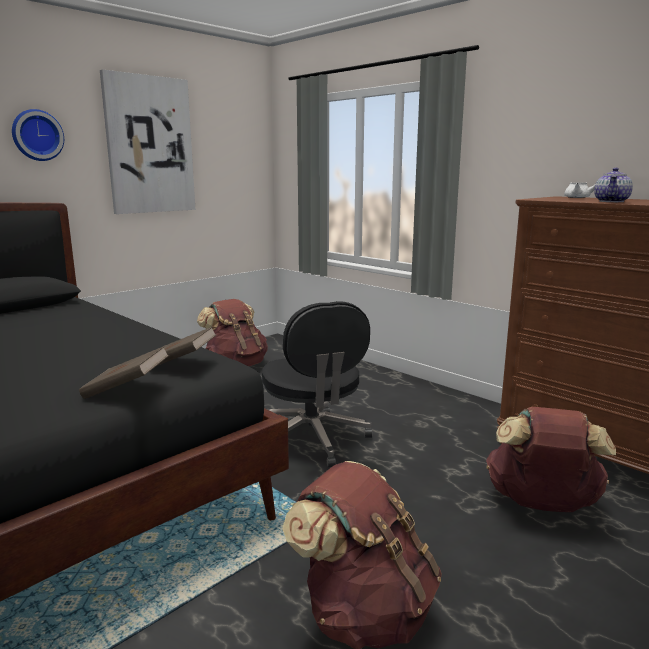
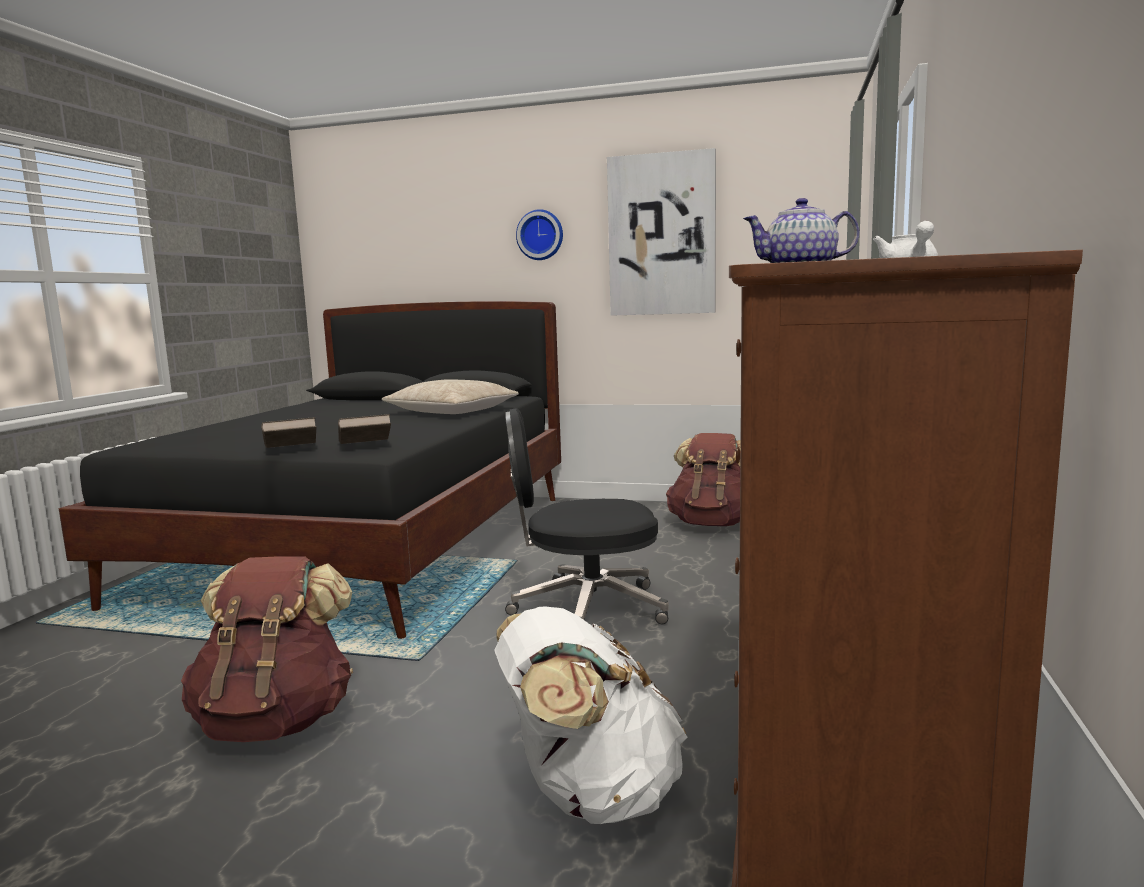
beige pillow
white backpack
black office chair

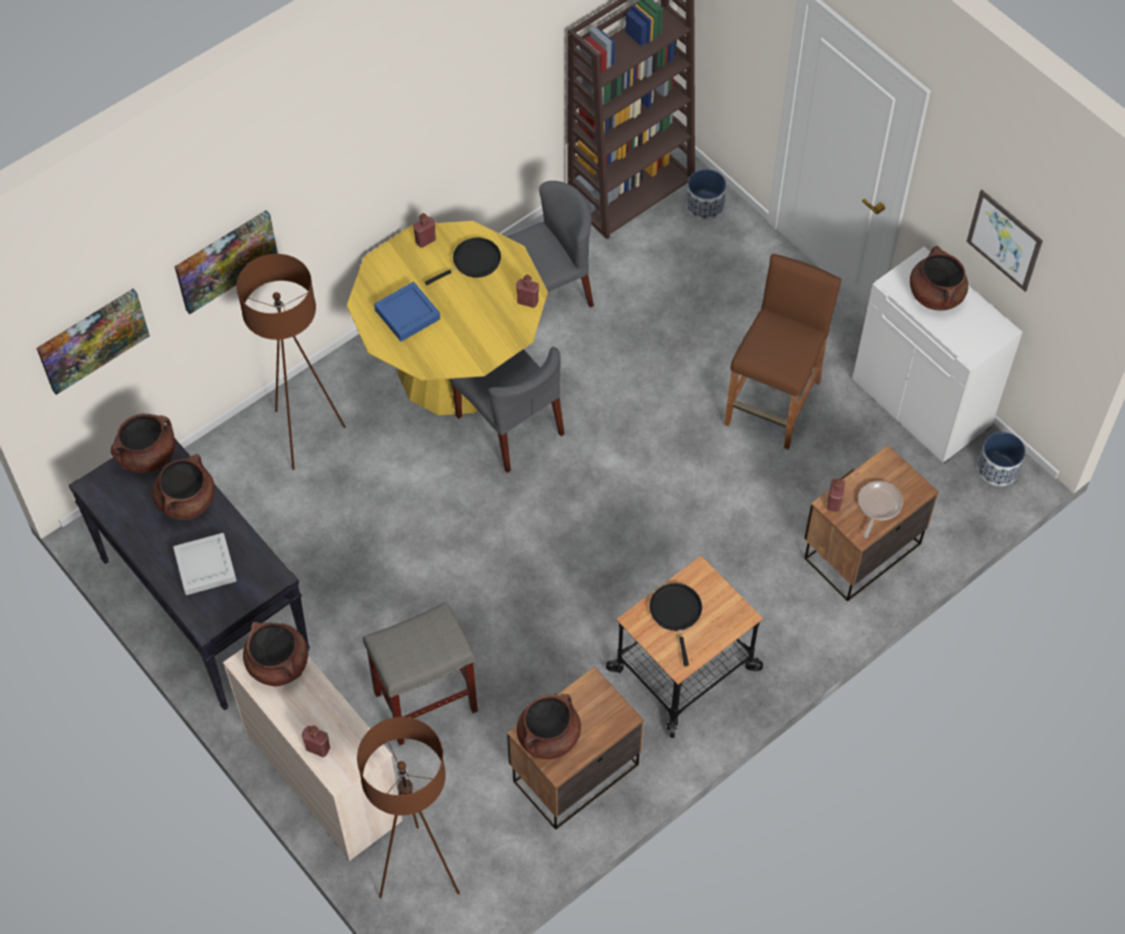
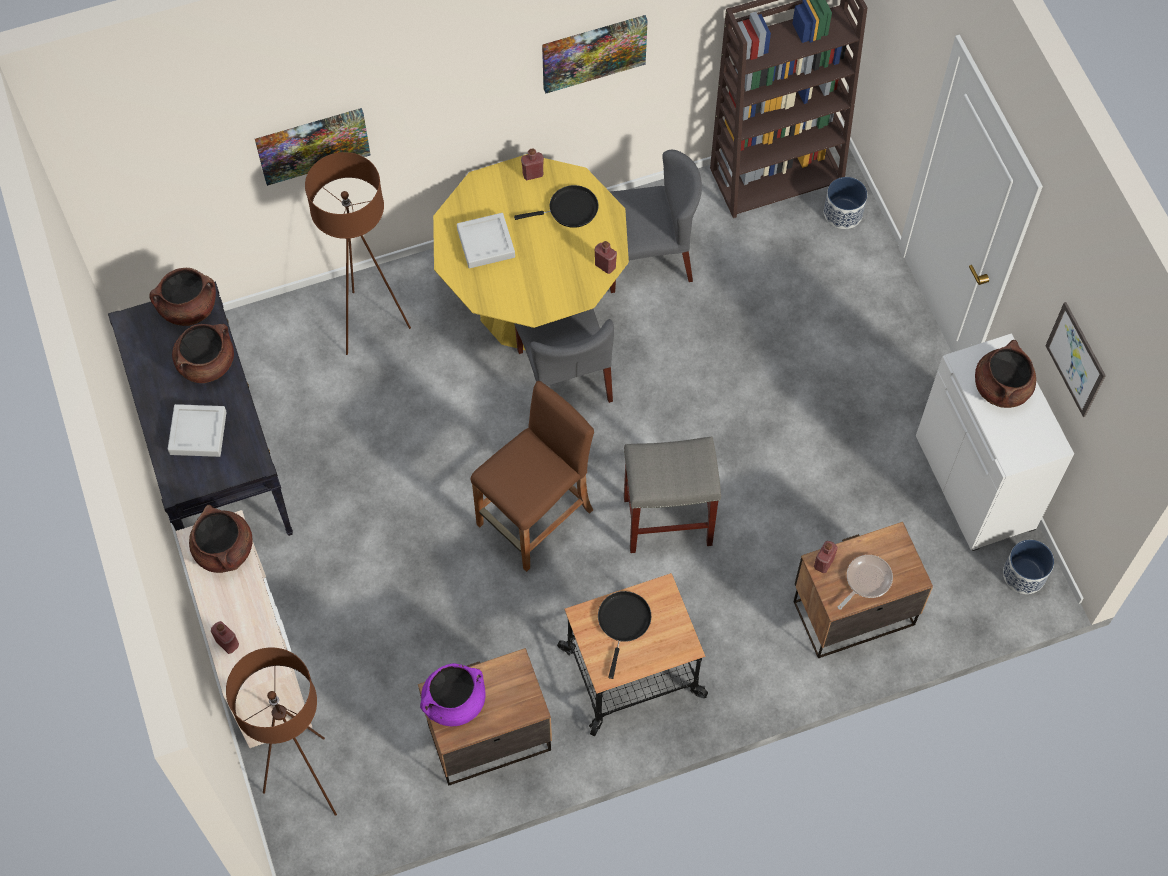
purple cooking pot
grey tray (2nd from left)
brown stool
picture (2nd from left)
grey stool

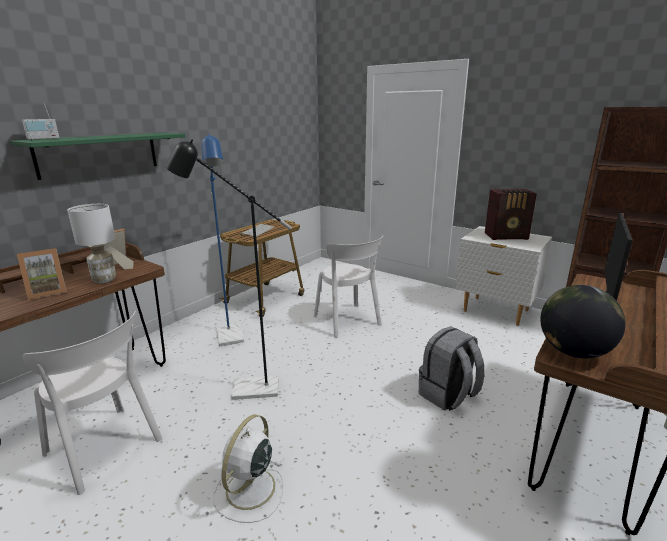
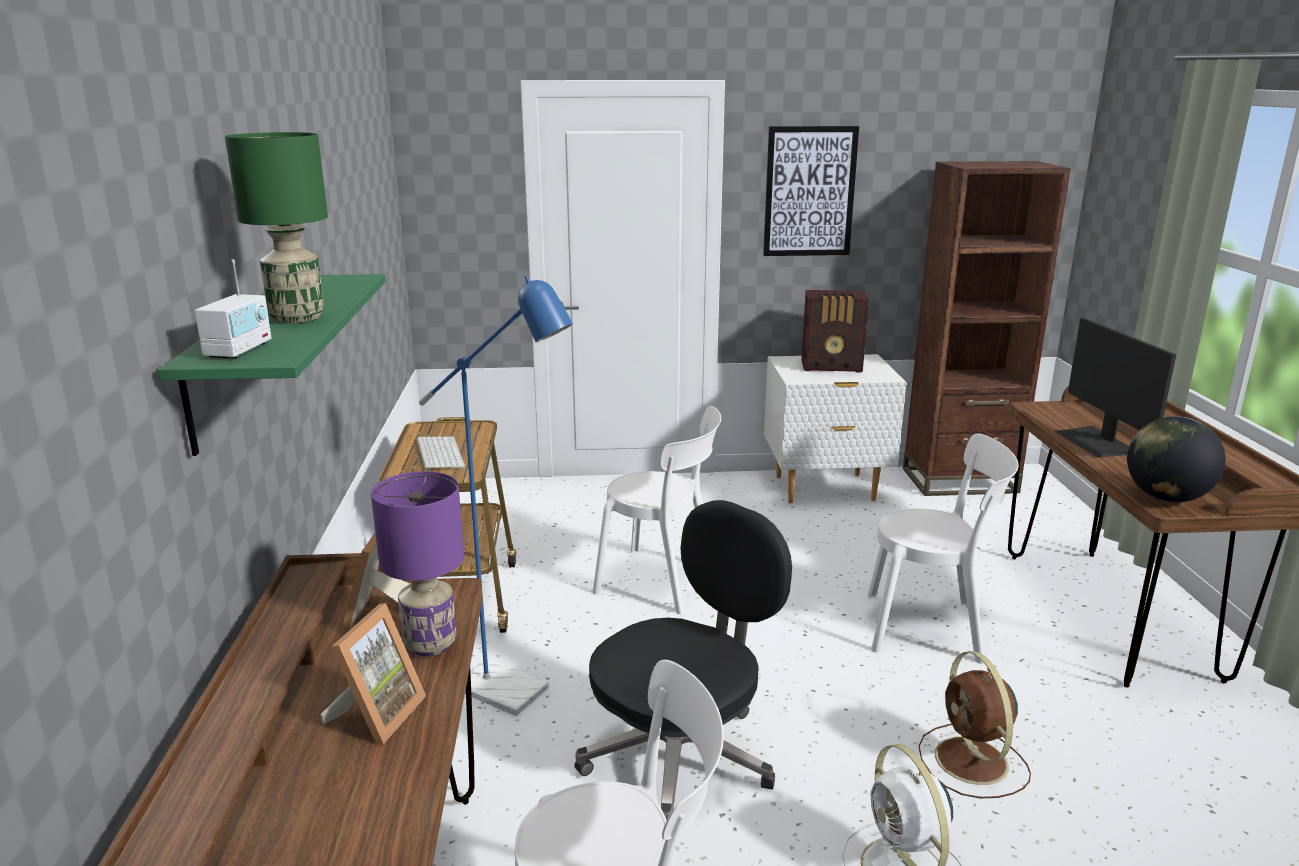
green table lamp
purple table lamp
black office chair
picture
radio (2nd from left)
white chair (3rd from left)
brown fan

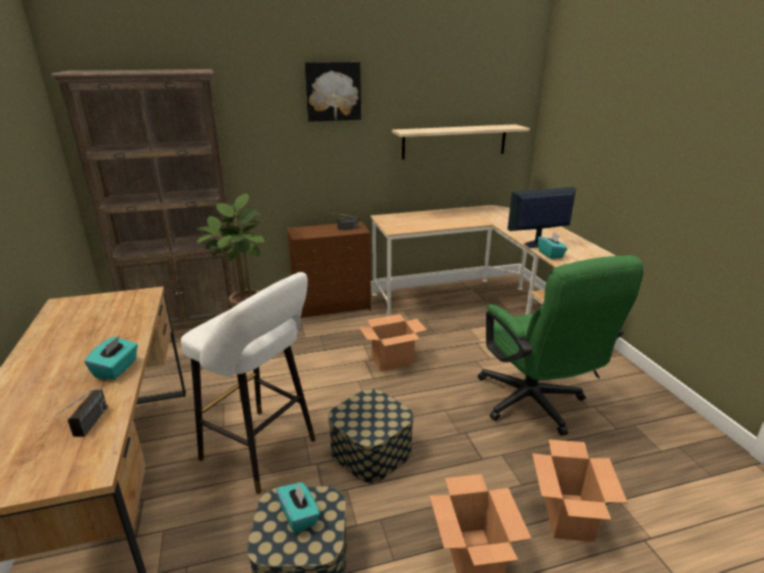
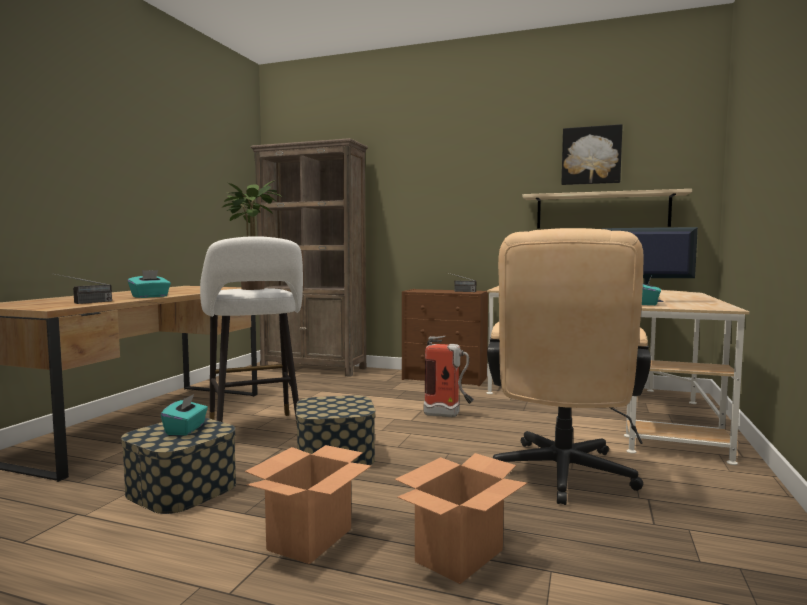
fire extinguisher
beige office chair
picture

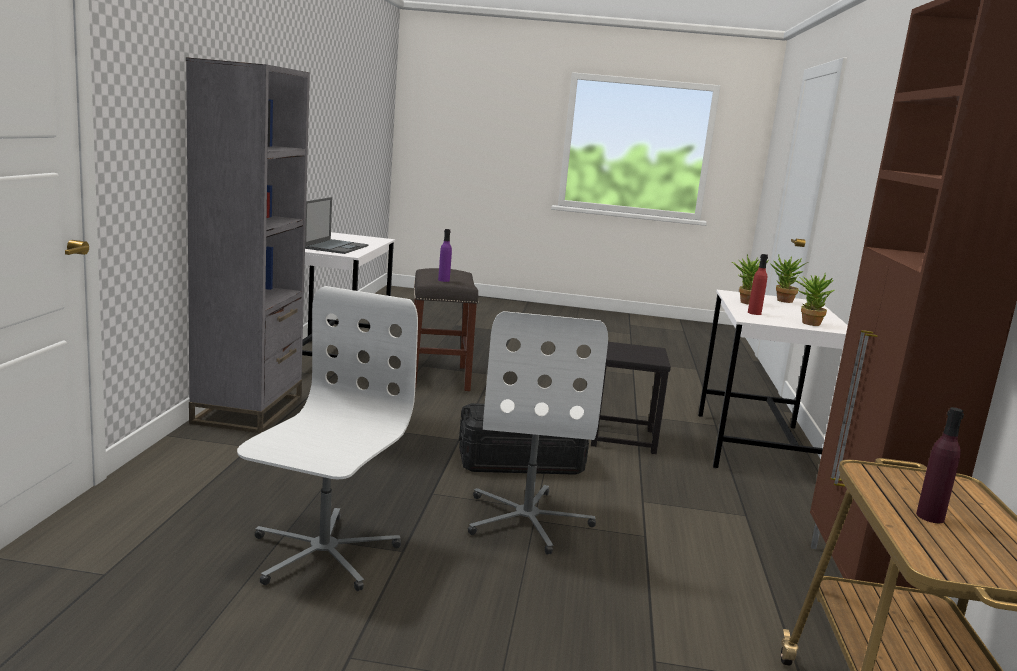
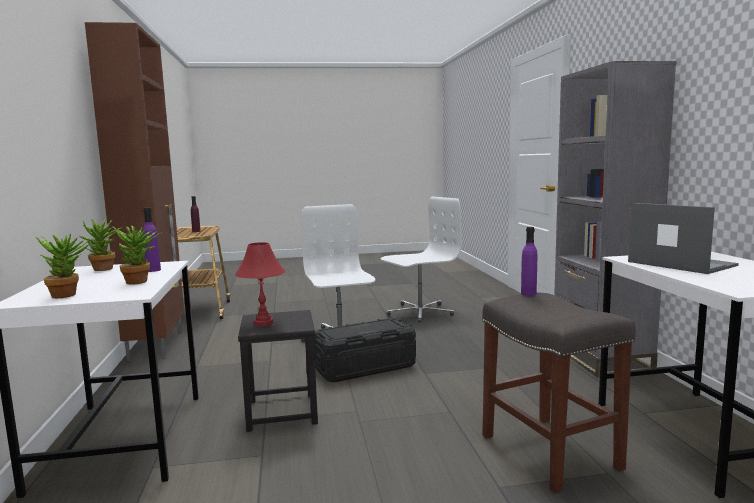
purple bottle (1st from left)
red table lamp
white office chair (2nd from left)
laptop

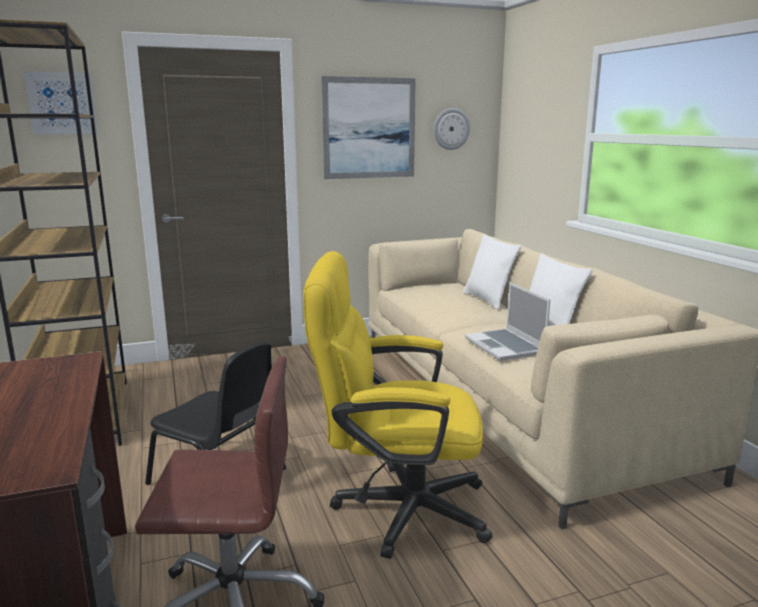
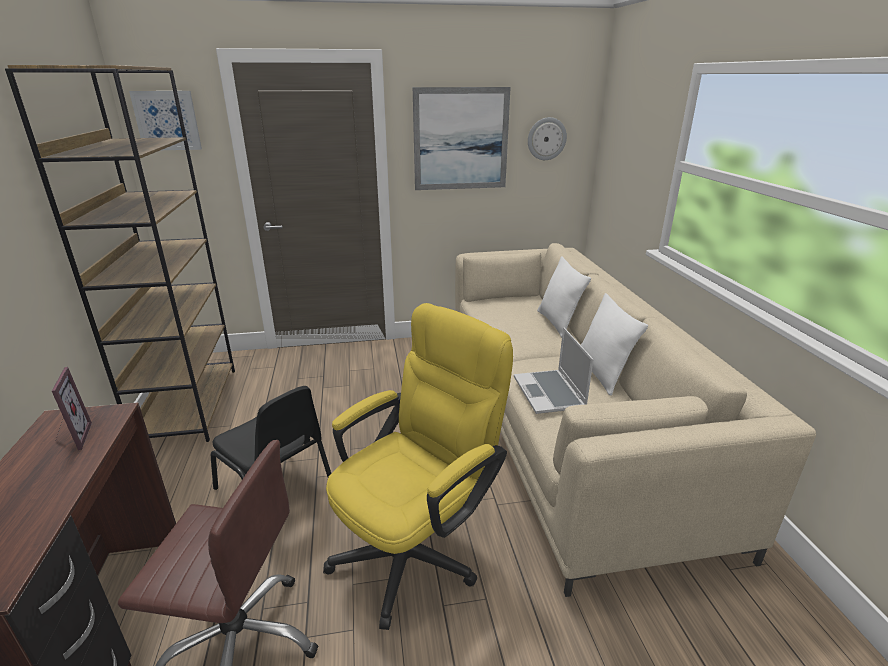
picture frame
yellow office chair

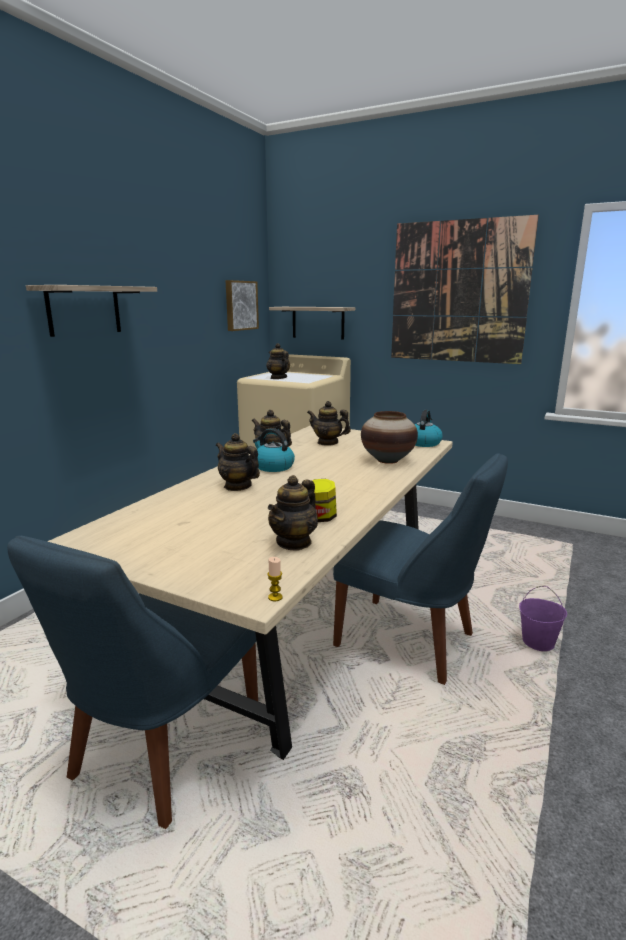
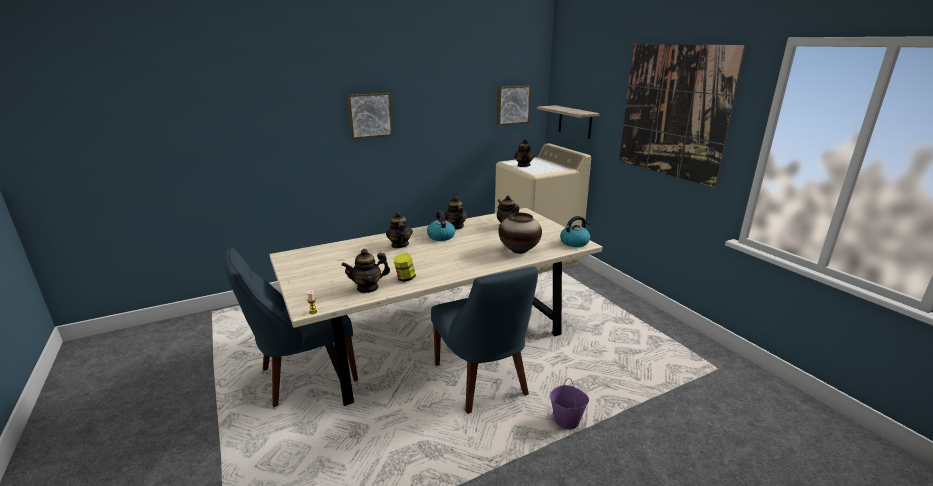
picture (1st from left)

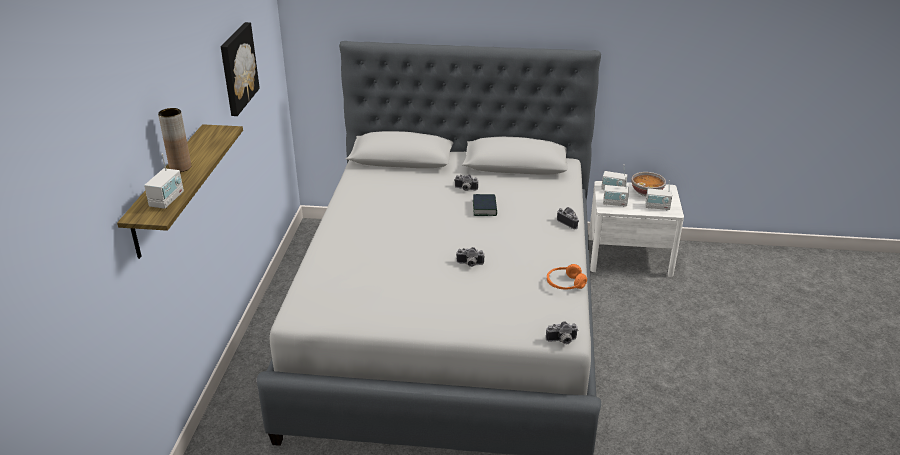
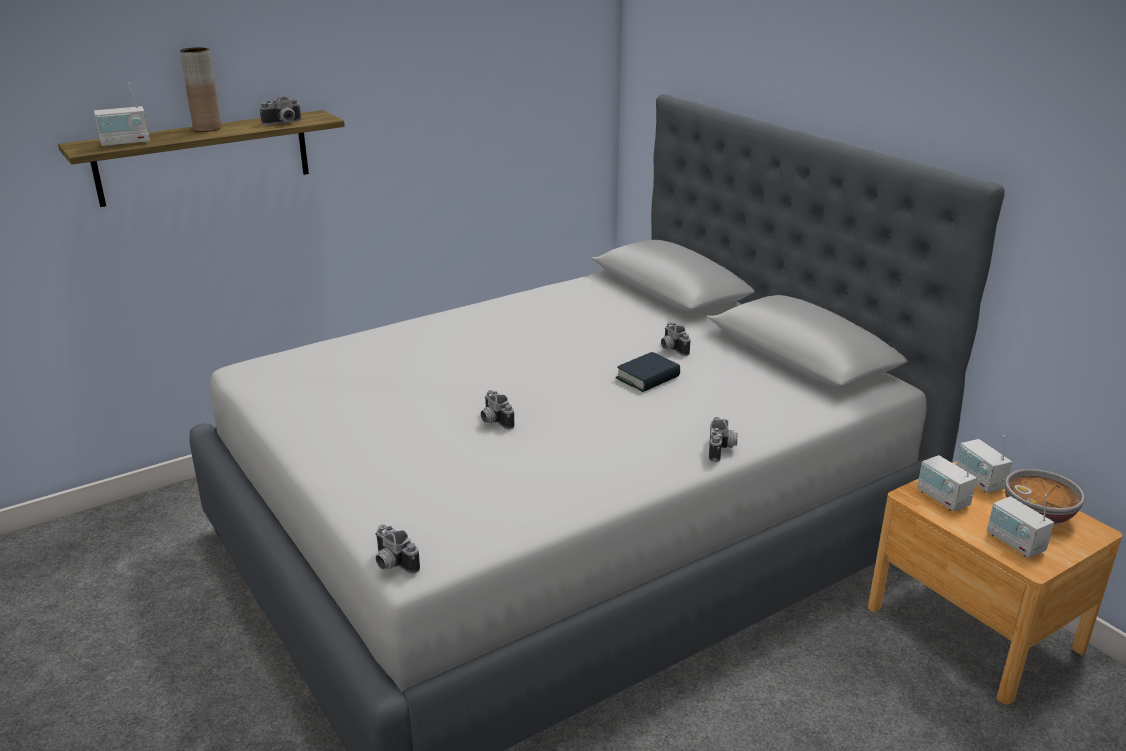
photo camera (1st from left)
brown nightstand
picture
orange headphones

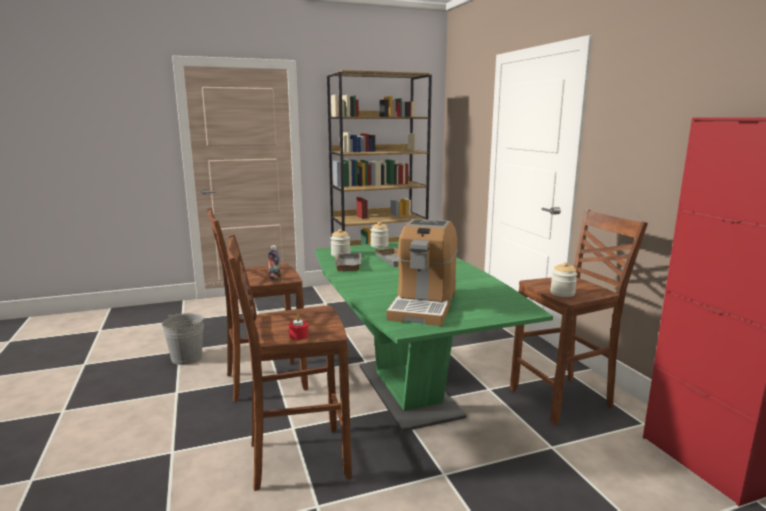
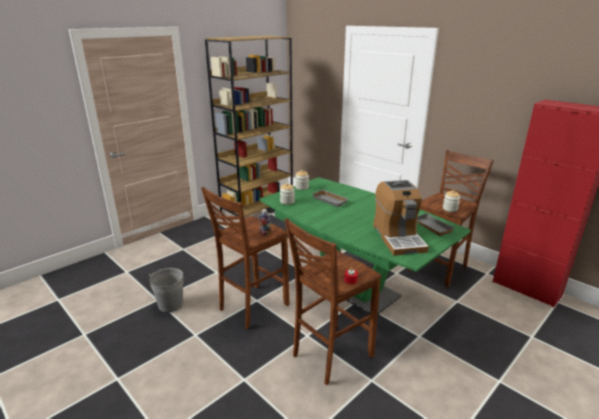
grey tray (2nd from left)

